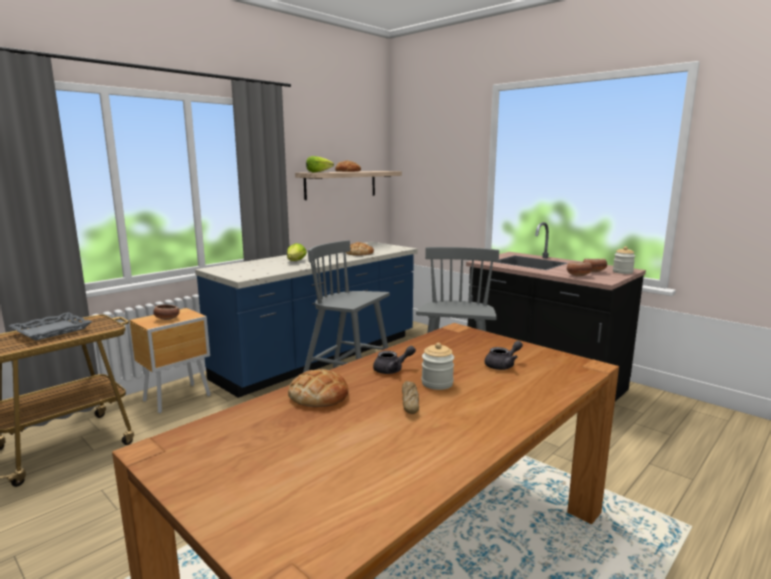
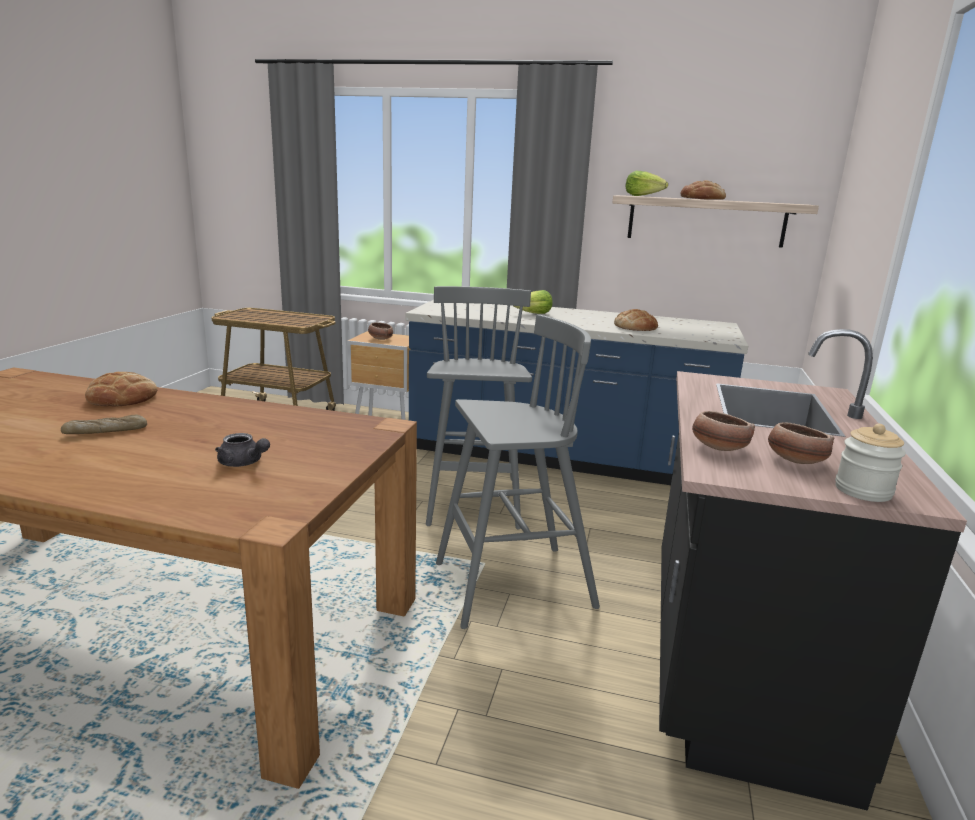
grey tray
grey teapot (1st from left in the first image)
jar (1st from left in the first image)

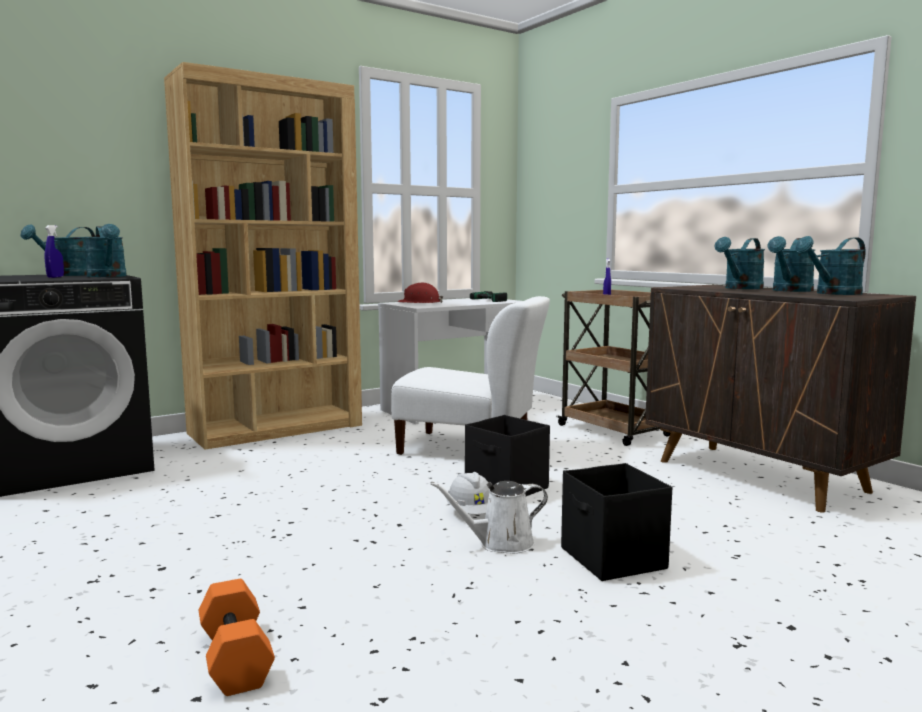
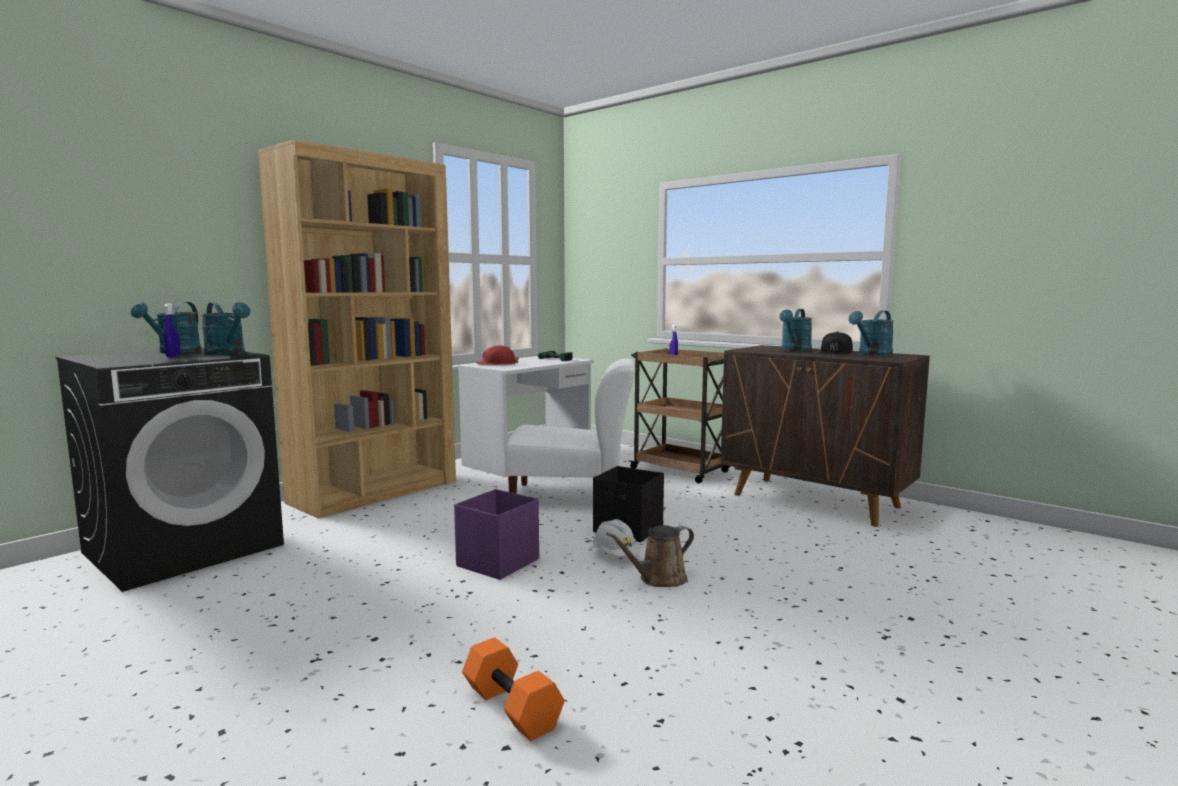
purple storage box
brown watering can
black cap
black storage box (2nd from left in the first image)

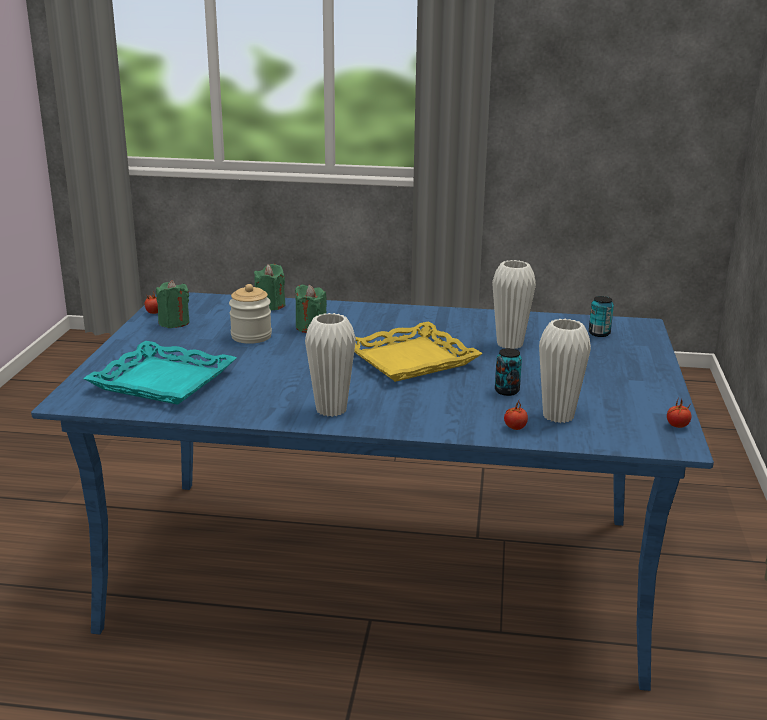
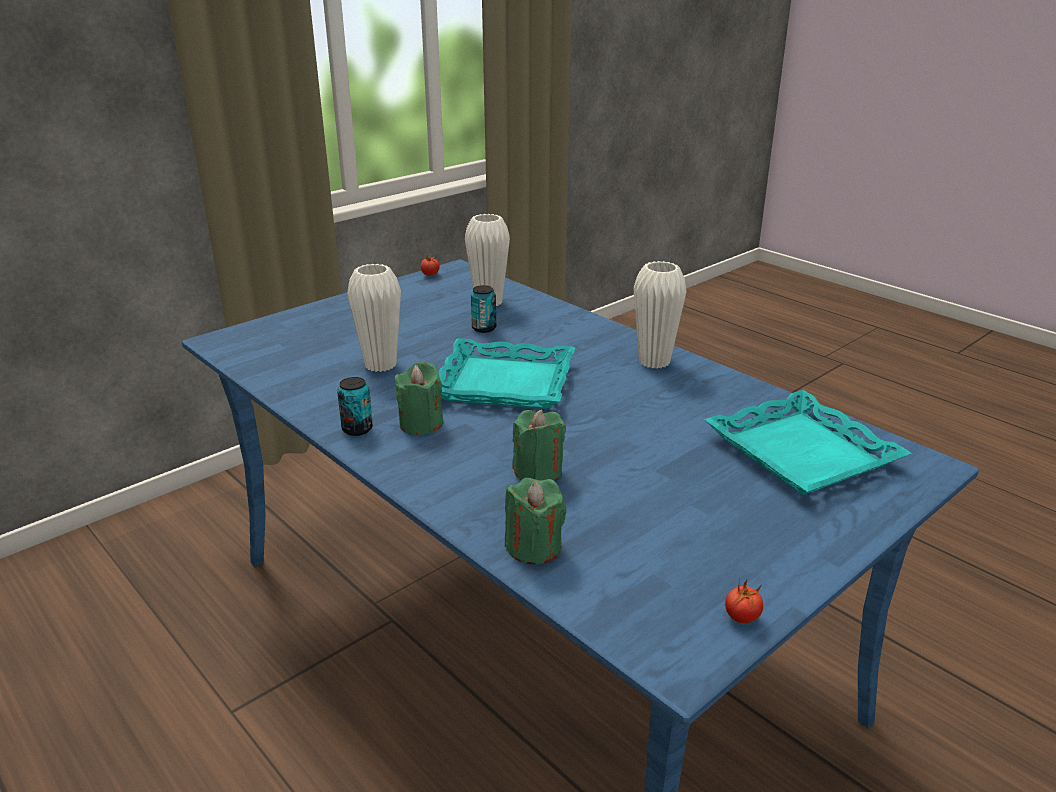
can (1st from left)
green candle (1st from left)
turquoise tray (1st from left)
jar
tomato (2nd from left in the first image)

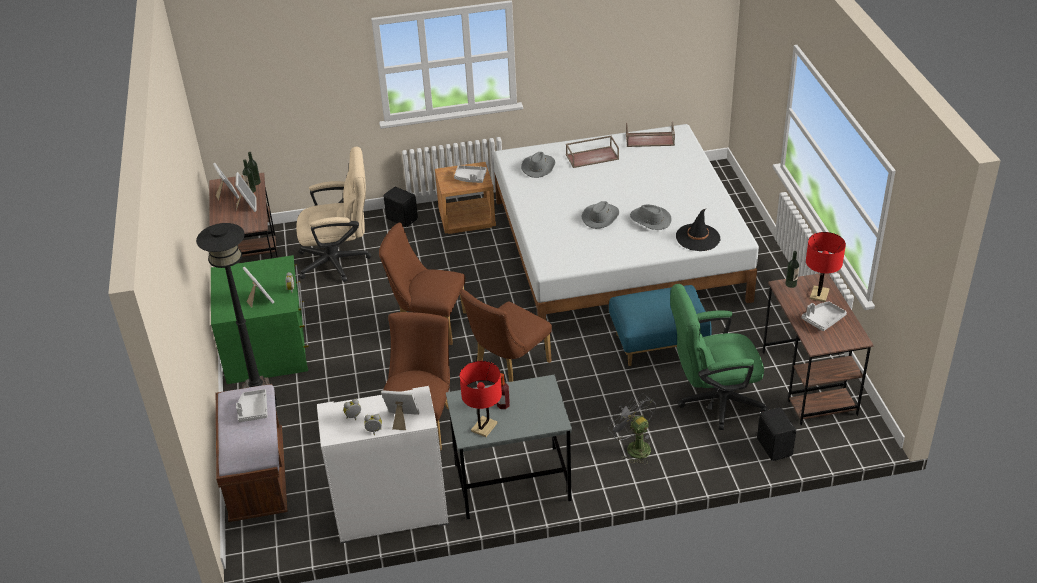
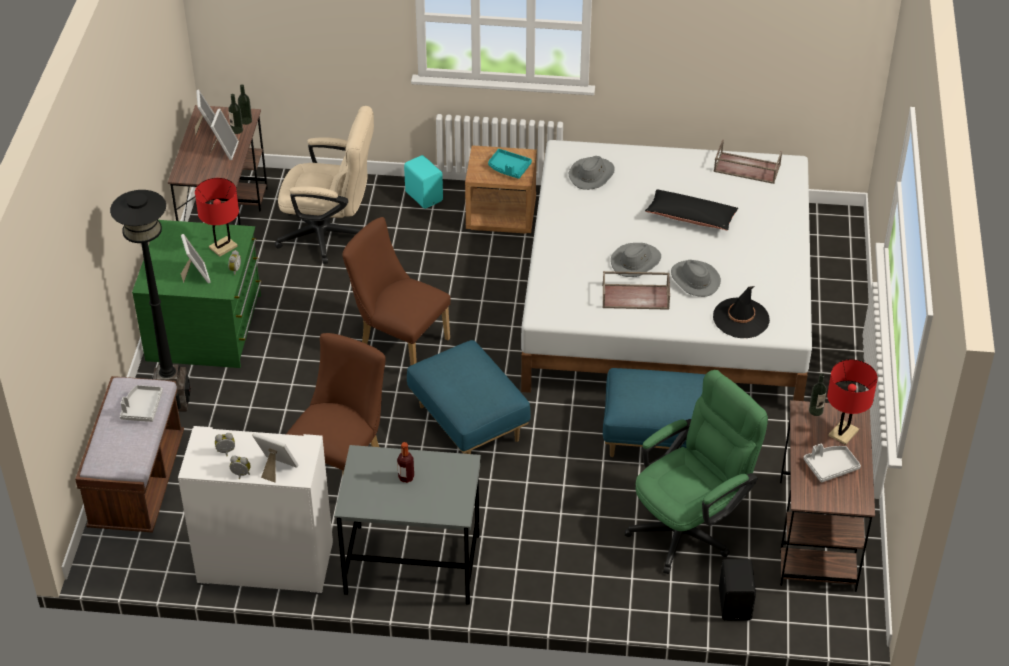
red table lamp (1st from left)
turquoise speaker
blue ottoman (1st from left)
turquoise tray
brown tray (1st from left)
green office chair
black pillow
grey fan

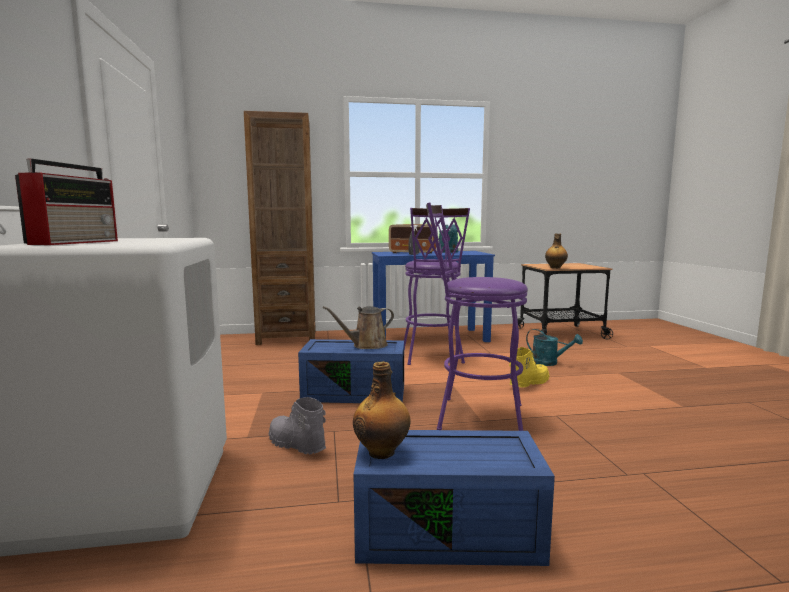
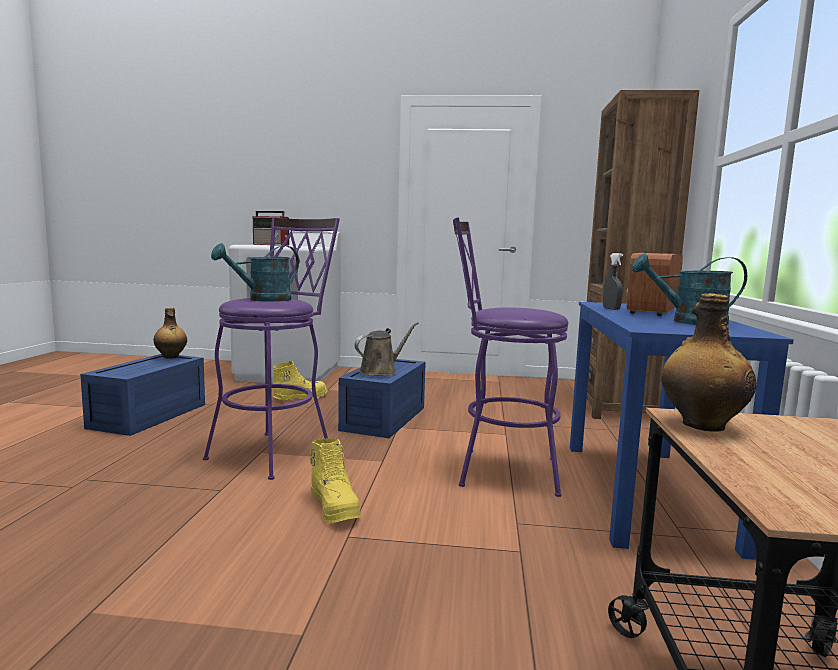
turquoise watering can (1st from left)
yellow boot (1st from left)
brown watering can

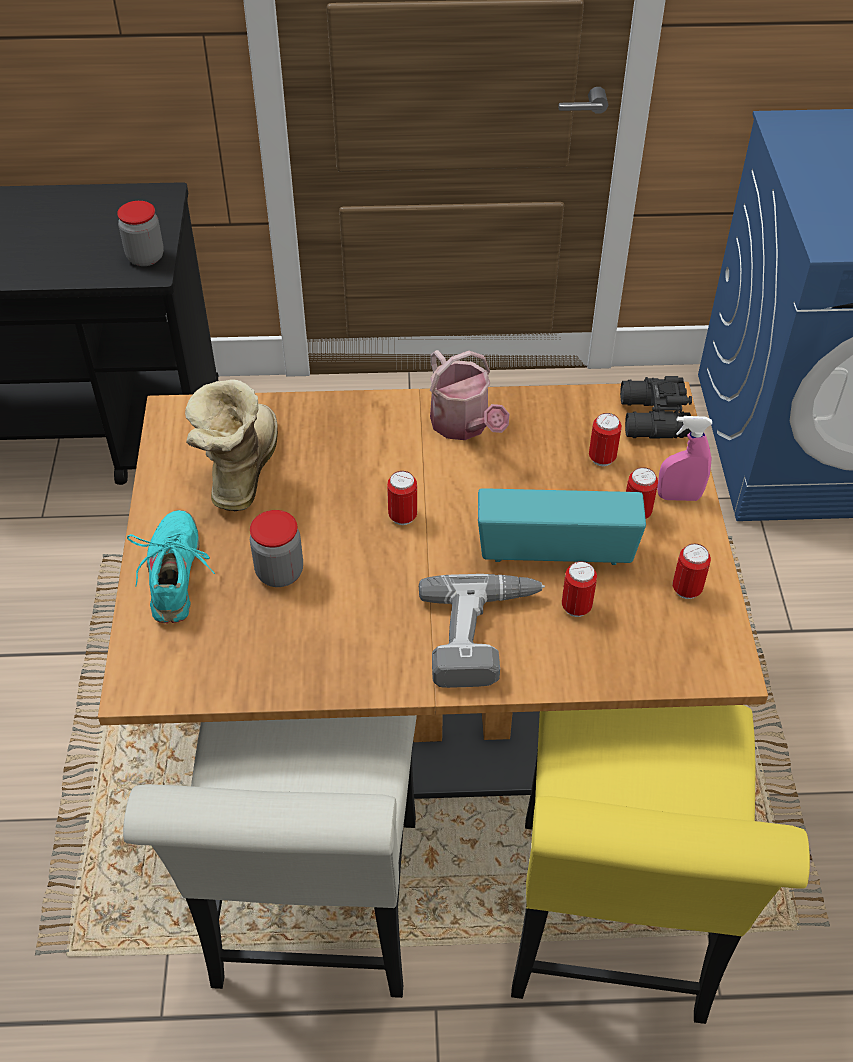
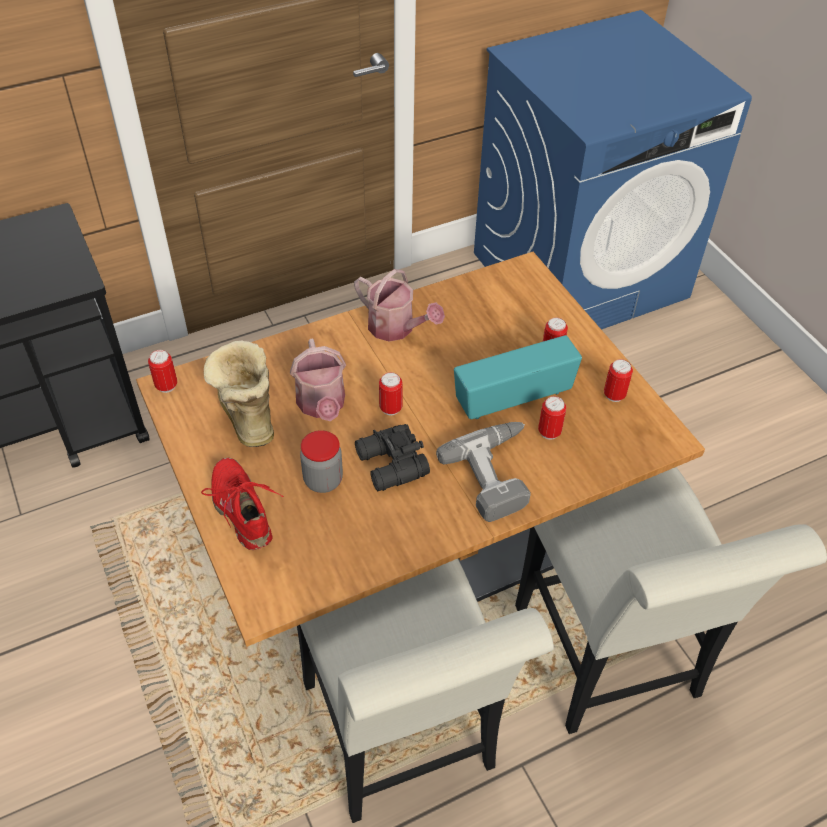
can (1st from left)
red shoe
watering can (1st from left)
black binoculars
white chair (2nd from left)
jar (1st from left in the first image)
pink spray bottle

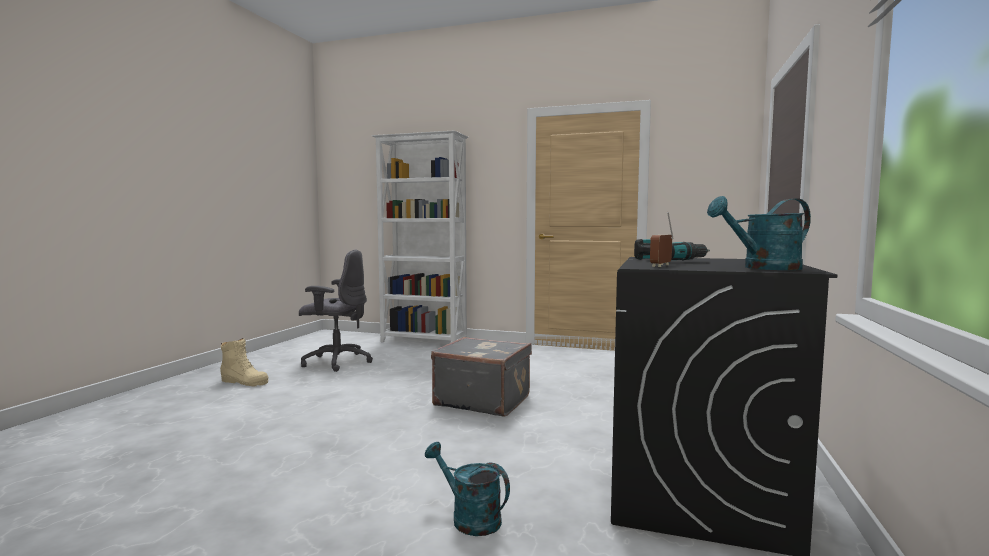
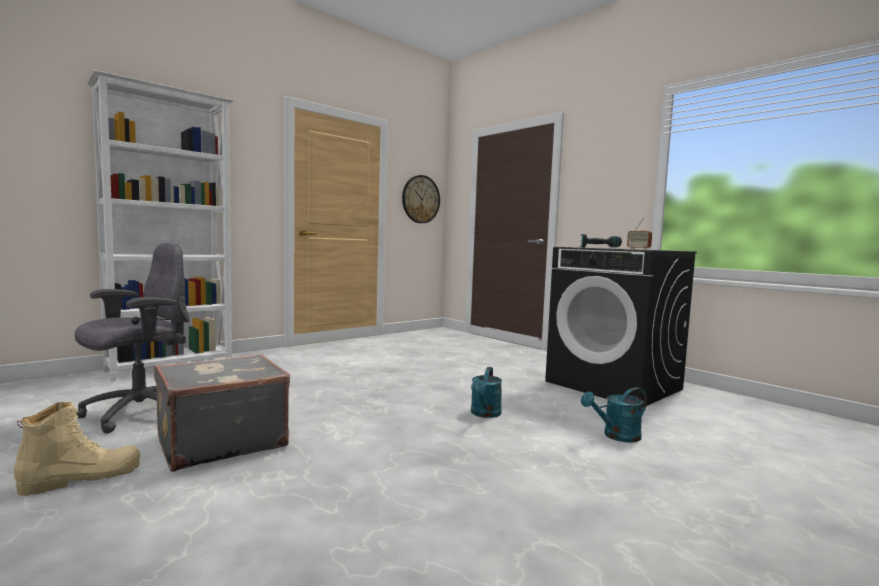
grey suitcase
wall clock
turquoise watering can (1st from left)

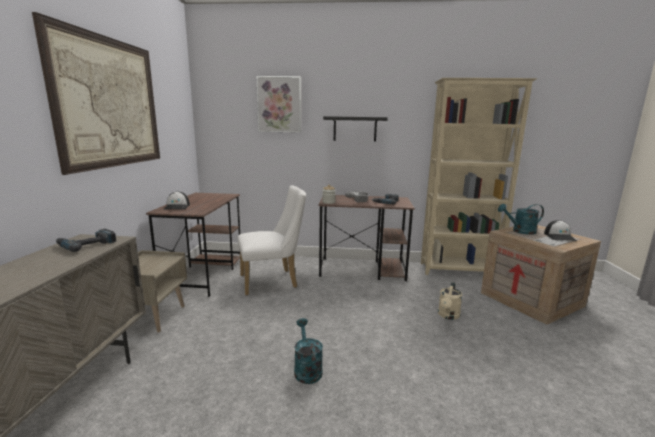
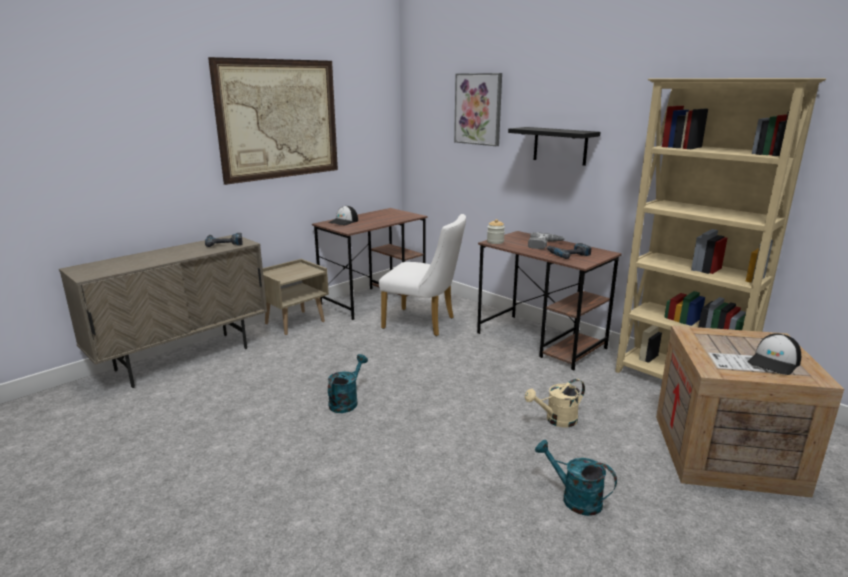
turquoise watering can (2nd from left)

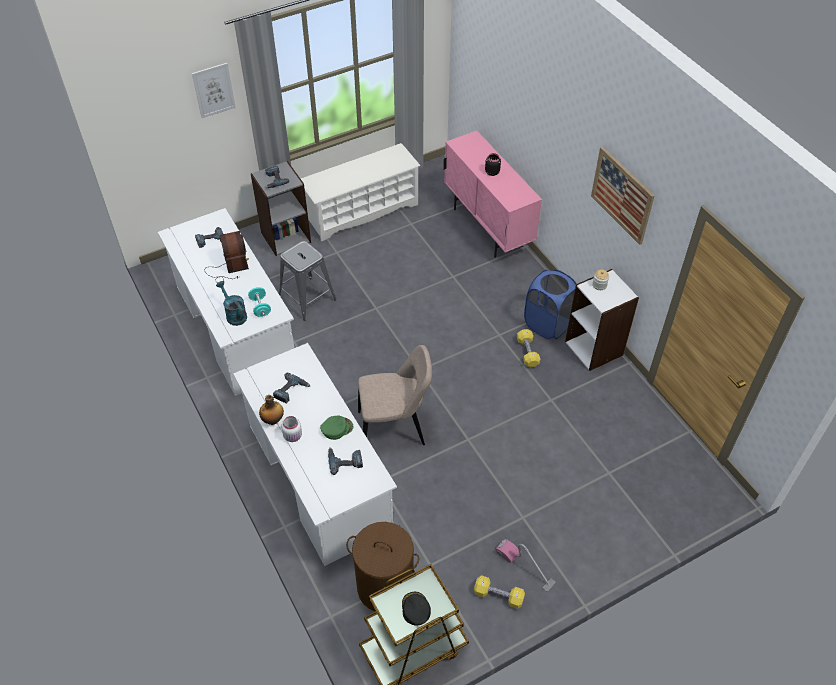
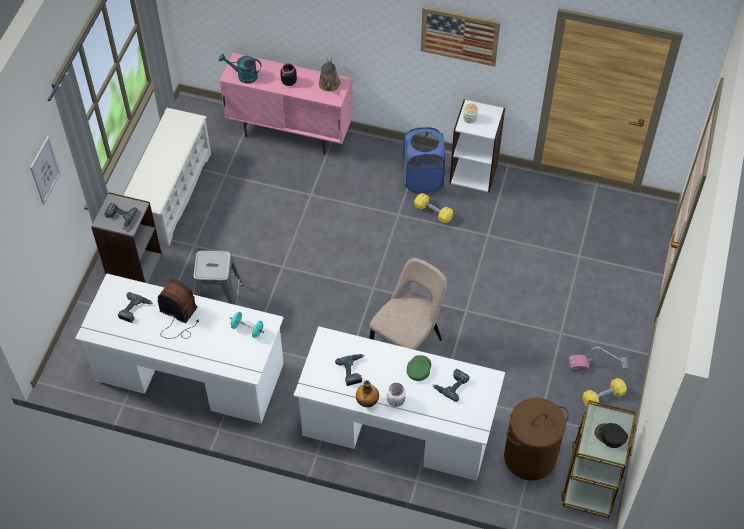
turquoise watering can
brown watering can

